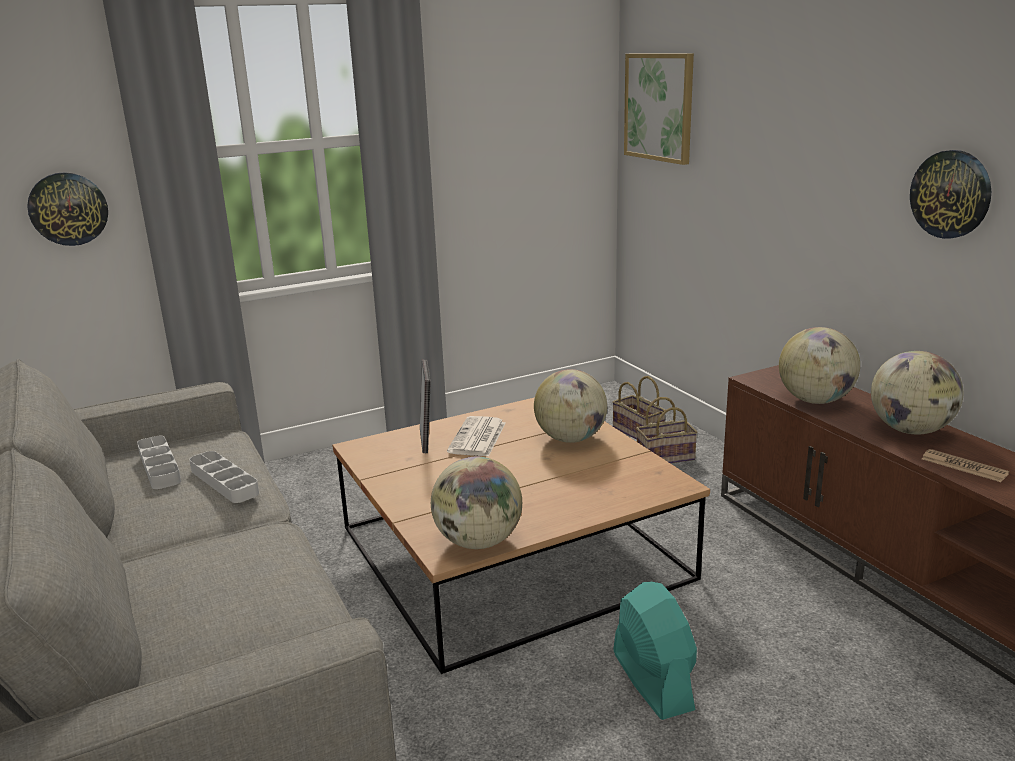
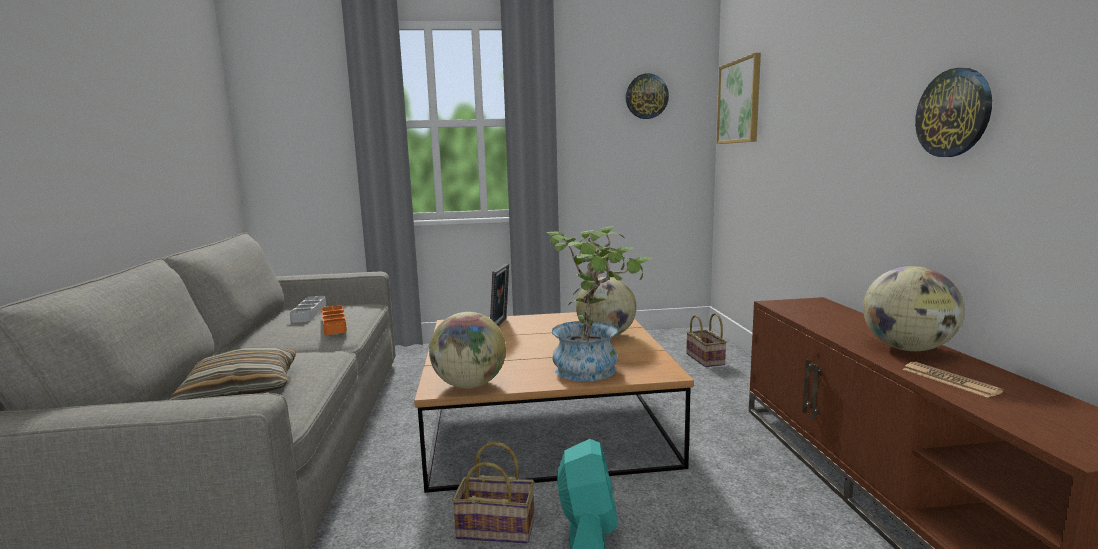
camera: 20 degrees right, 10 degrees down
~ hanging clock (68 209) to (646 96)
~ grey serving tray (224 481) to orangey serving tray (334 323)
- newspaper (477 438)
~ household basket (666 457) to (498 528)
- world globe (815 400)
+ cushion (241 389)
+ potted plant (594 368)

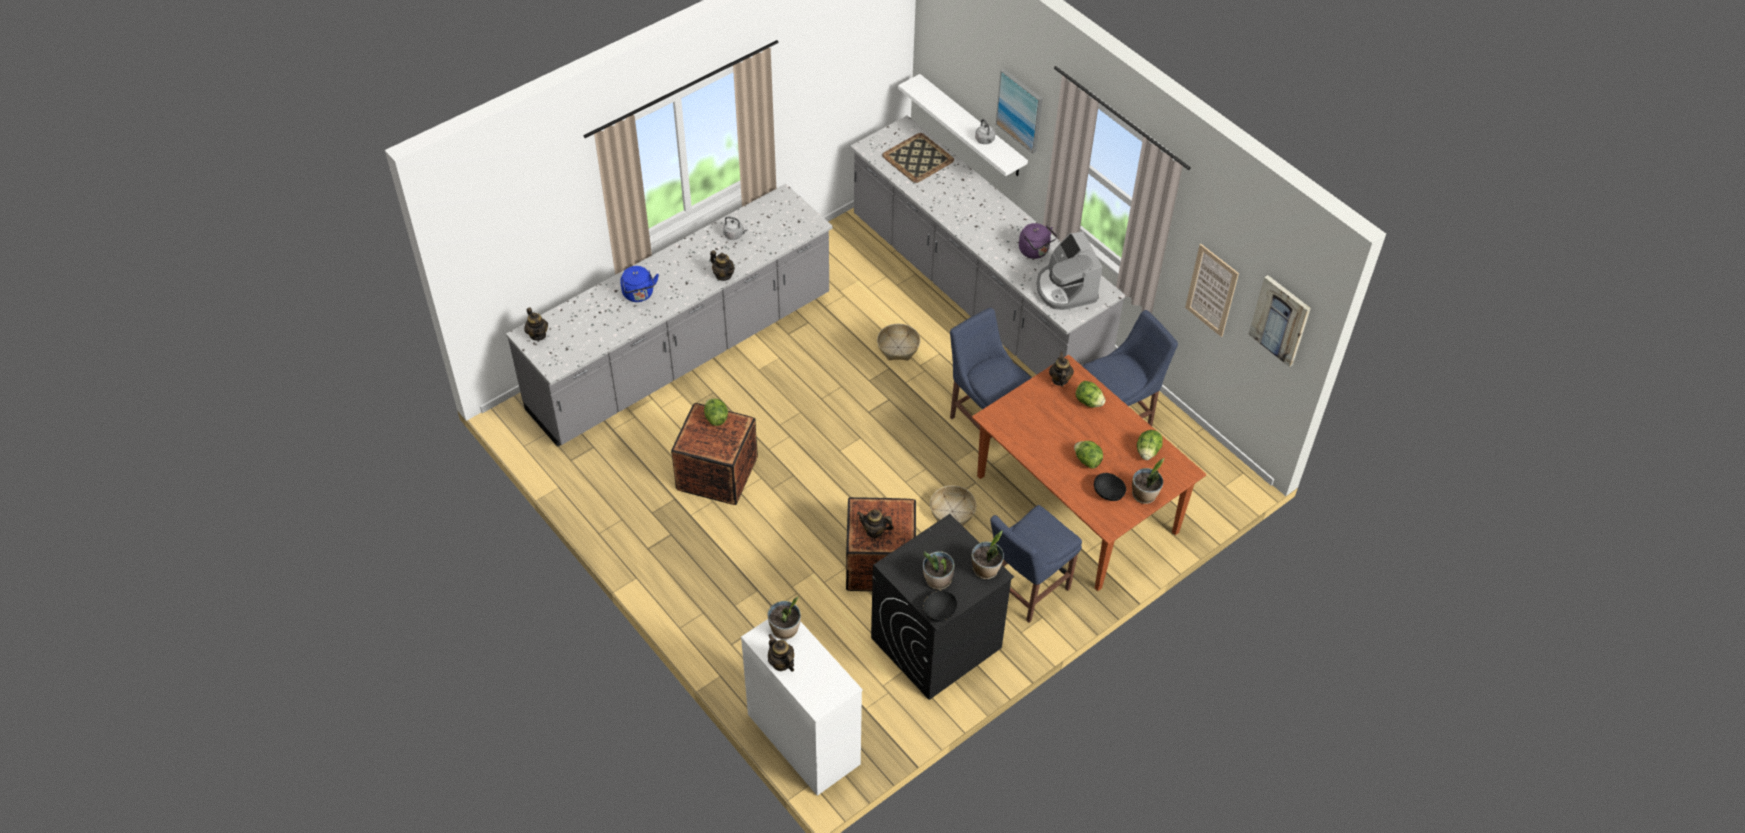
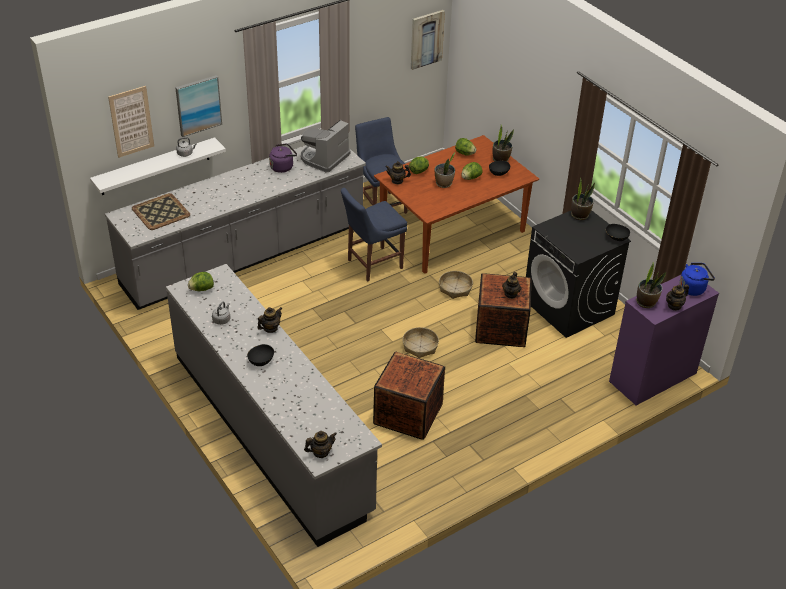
camera: 85 degrees left, 10 degrees down
~ blue-coloured water kettle (639 295) to (693 288)
~ lettuce head (715 418) to (201 289)
~ white chest of drawers (803 739) to purplish chest of drawers (652 377)
~ household basket (898 347) to (420 346)
~ potted plant (937 580) to (444 184)
- blue-coloured upright chair (1026 590)
~ coffee maker (1065 289) = (324 158) 135 degrees clockwise
~ picture (1211 290) to (131 121)
+ blackish serving bowl (261 361)

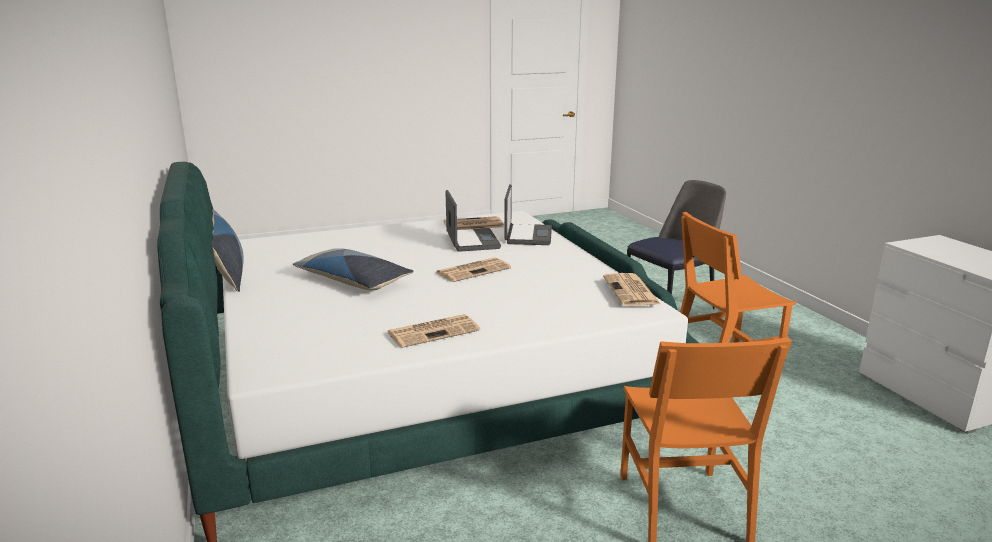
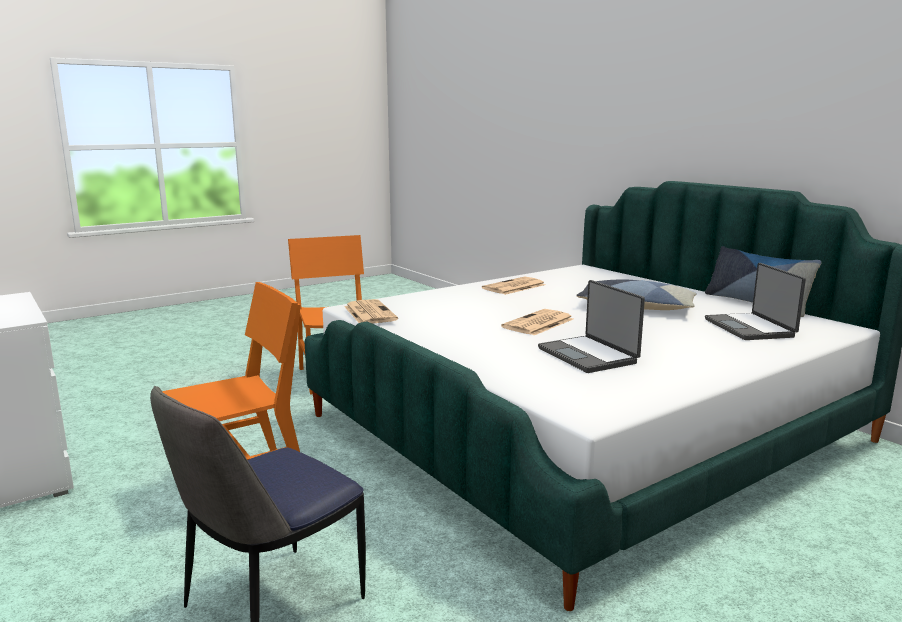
camera: 165 degrees right, 5 degrees down
- newspaper (472 225)
~ laptop (527 236) to (750 328)

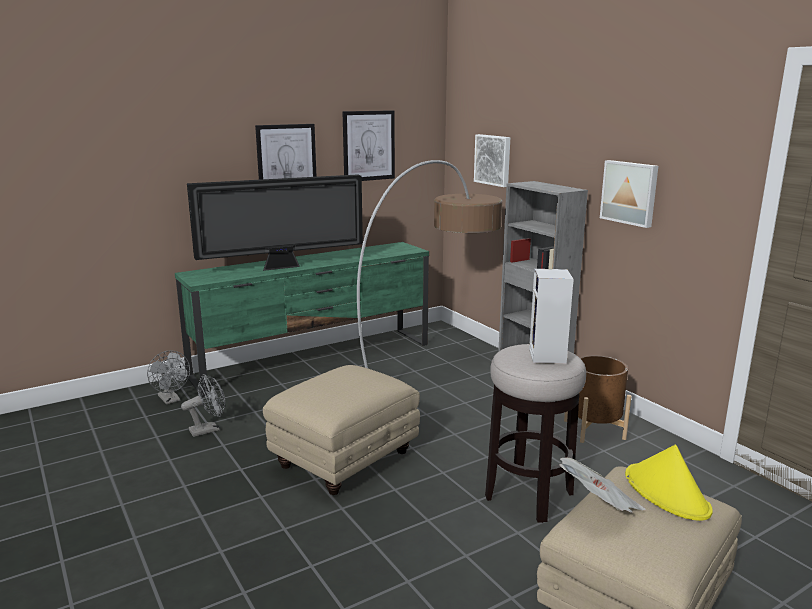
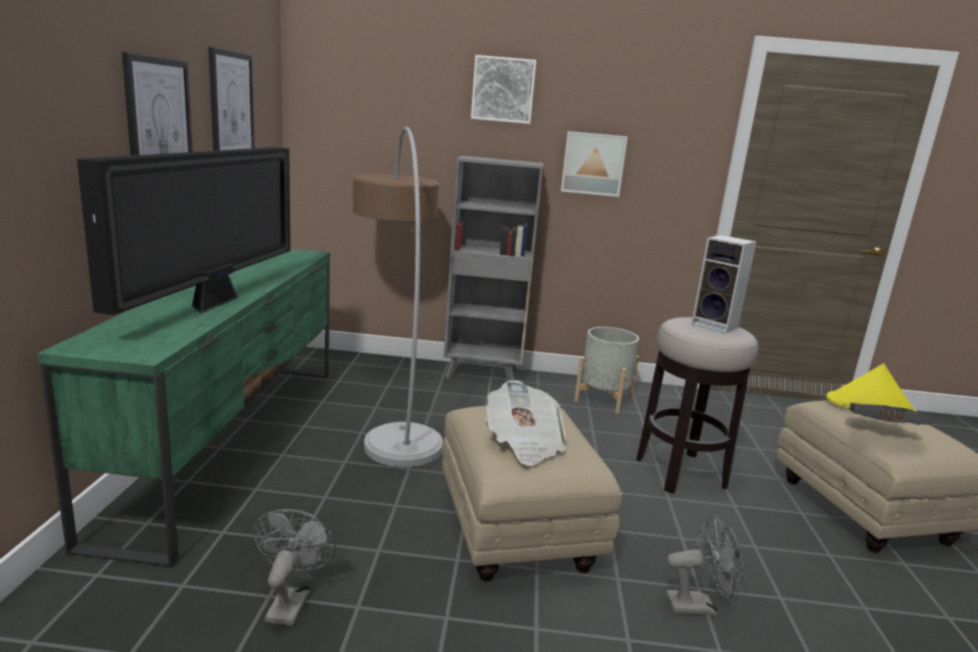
camera: 55 degrees left, 0 degrees up
~ grey electric fan (171 400) to (698 606)
~ picture (493 160) to (503 90)
~ brown plant pot (594 429) to grey plant pot (603 399)
+ newspaper (523 443)

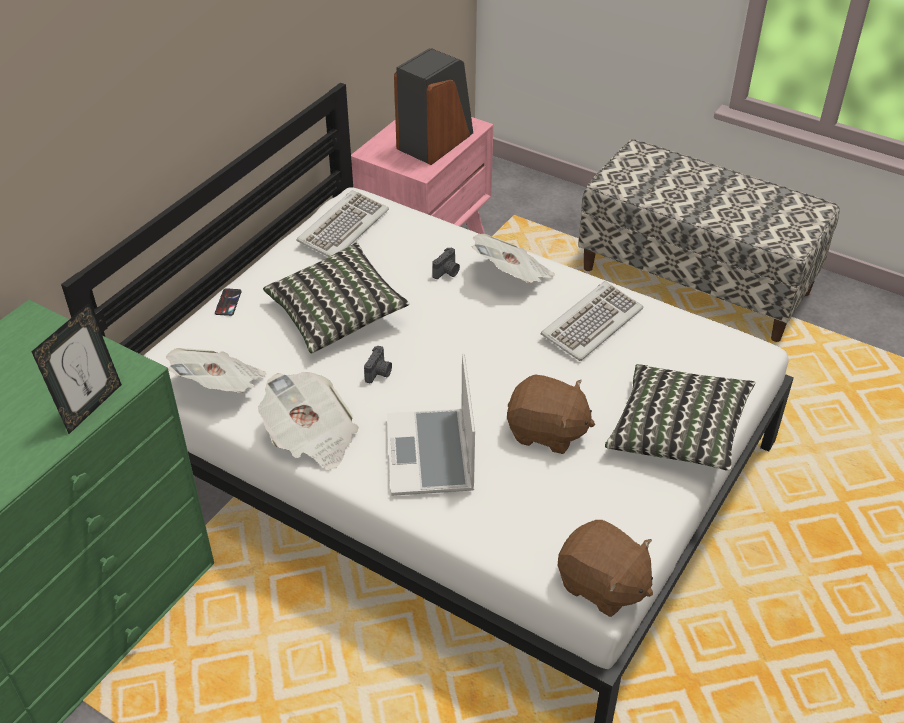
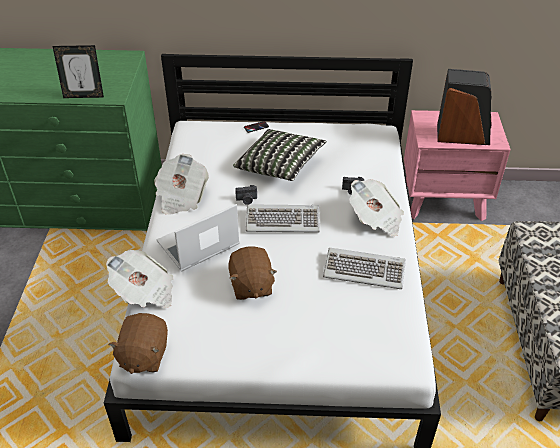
camera: 60 degrees right, 0 degrees up
~ newspaper (220 387) to (144 292)
~ keyboard (343 227) to (283 220)
- cushion (677 433)

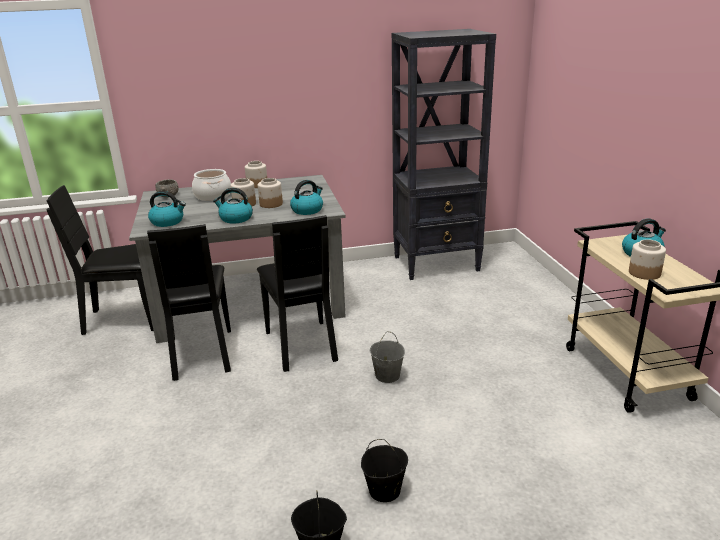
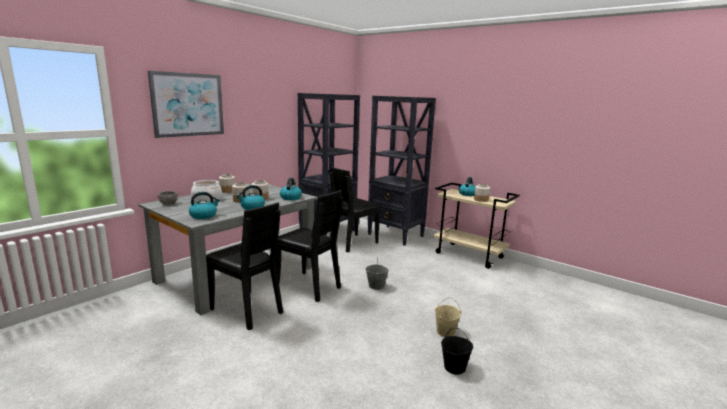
camera: 40 degrees left, 10 degrees down
~ blackish upright chair (125 319) to (353 243)
~ blackish bucket (384 491) to beige-coloured bucket (445 332)
+ picture (188 105)
+ blackish bookcase (396 235)

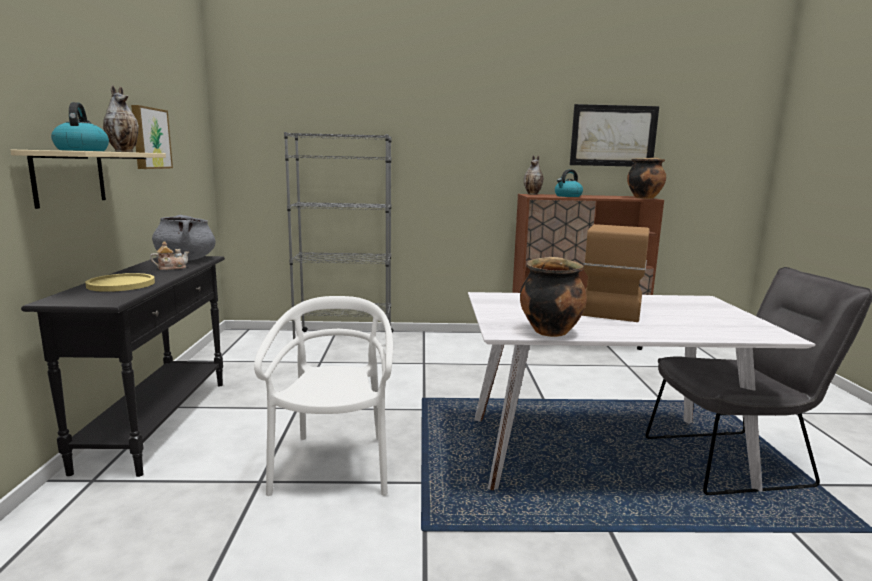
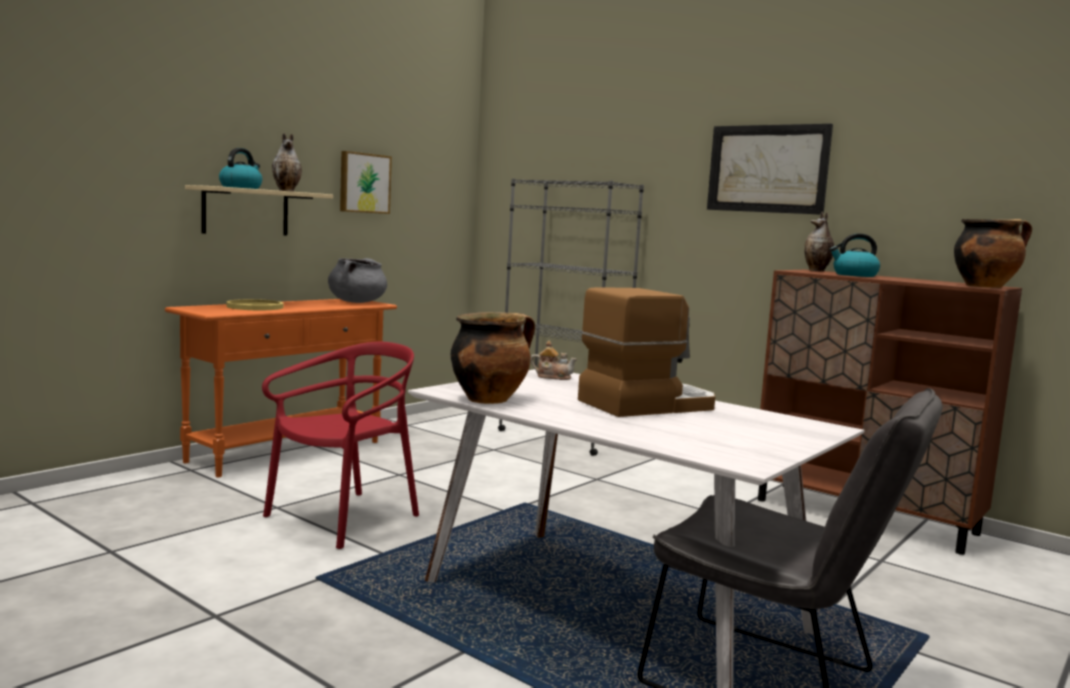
camera: 40 degrees right, 5 degrees down
~ blackish hall table (159 422) to orangey hall table (287 452)
~ pot for tea (171 268) to (553 377)
~ white upright chair (334 466) to red upright chair (344 518)
~ picture (613 136) to (767 169)

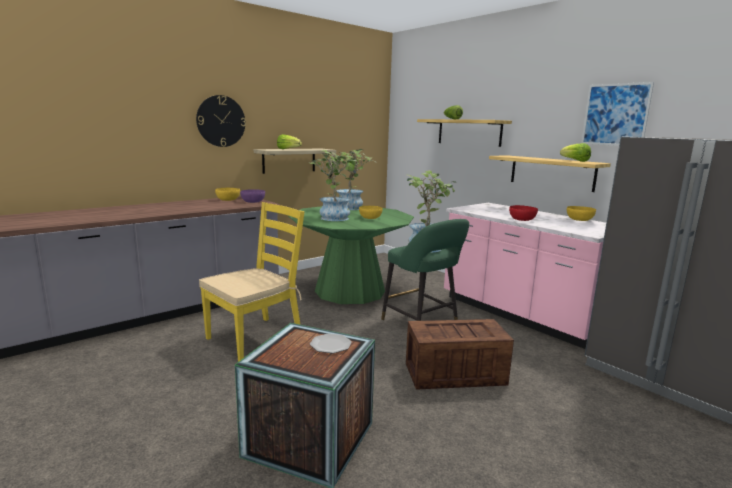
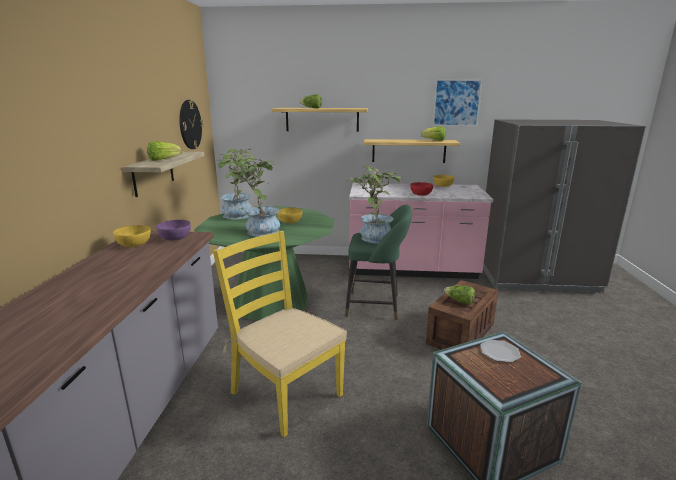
camera: 45 degrees left, 5 degrees up
~ hanging clock (221 121) to (190 124)
~ yellow-coloured upright chair (255 338) = (285 393) 45 degrees counterclockwise
+ lettuce head (459 301)

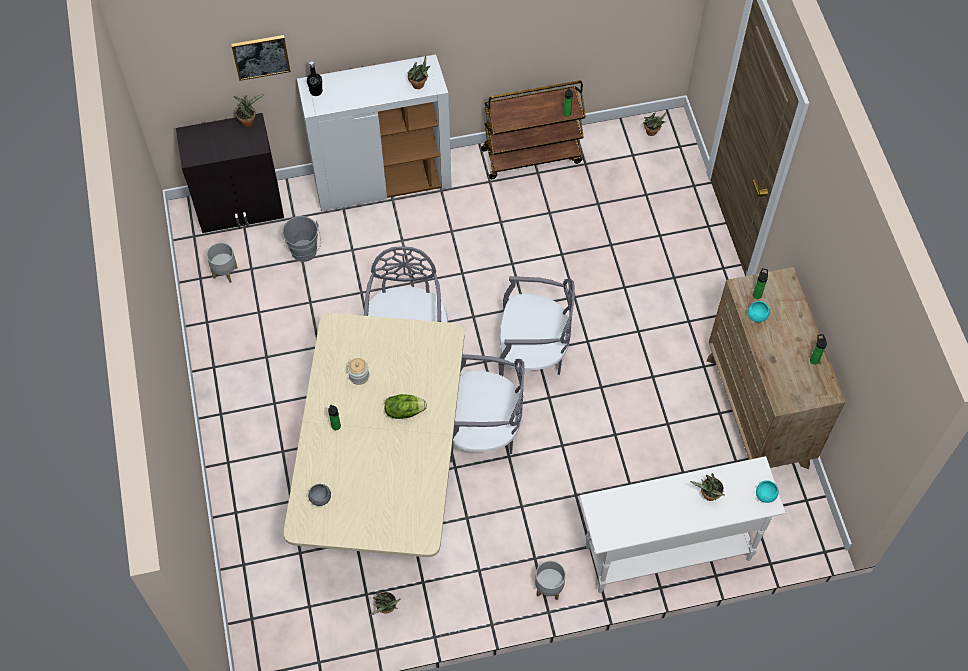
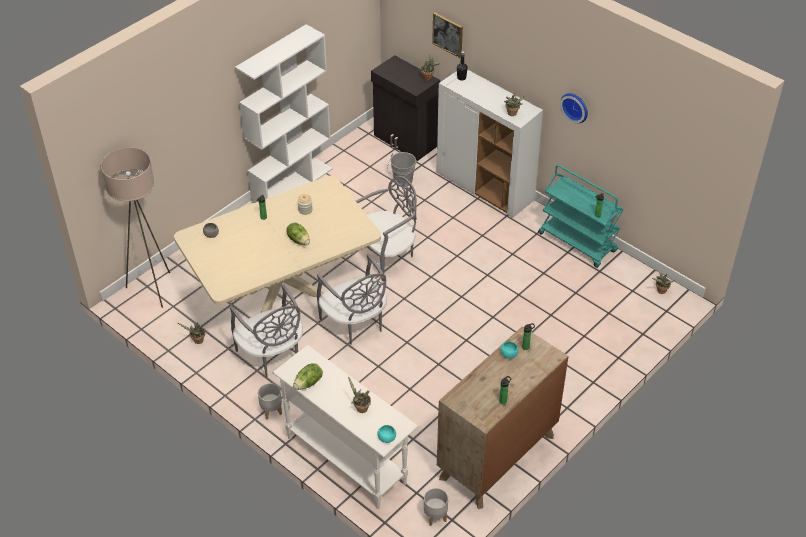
camera: 55 degrees right, 15 degrees down
~ grey plant pot (225 272) to (435 516)
~ brown wheeled cart (532 155) to blue-green wheeled cart (578 243)
~ grey upright chair (532 353) to (272 355)
+ beige-coloured floor lamp (152 289)
+ white bookcase (292 185)
+ lettuce head (308 383)
+ hanging clock (575 106)

